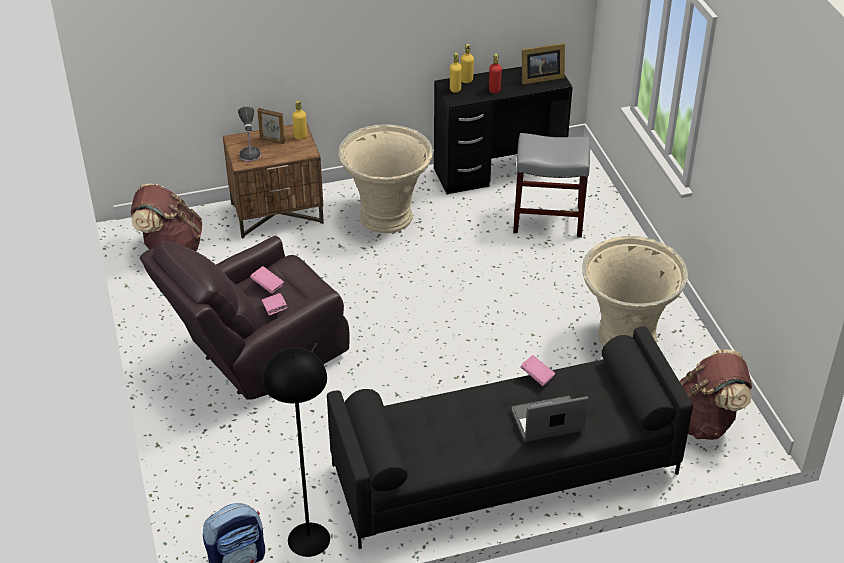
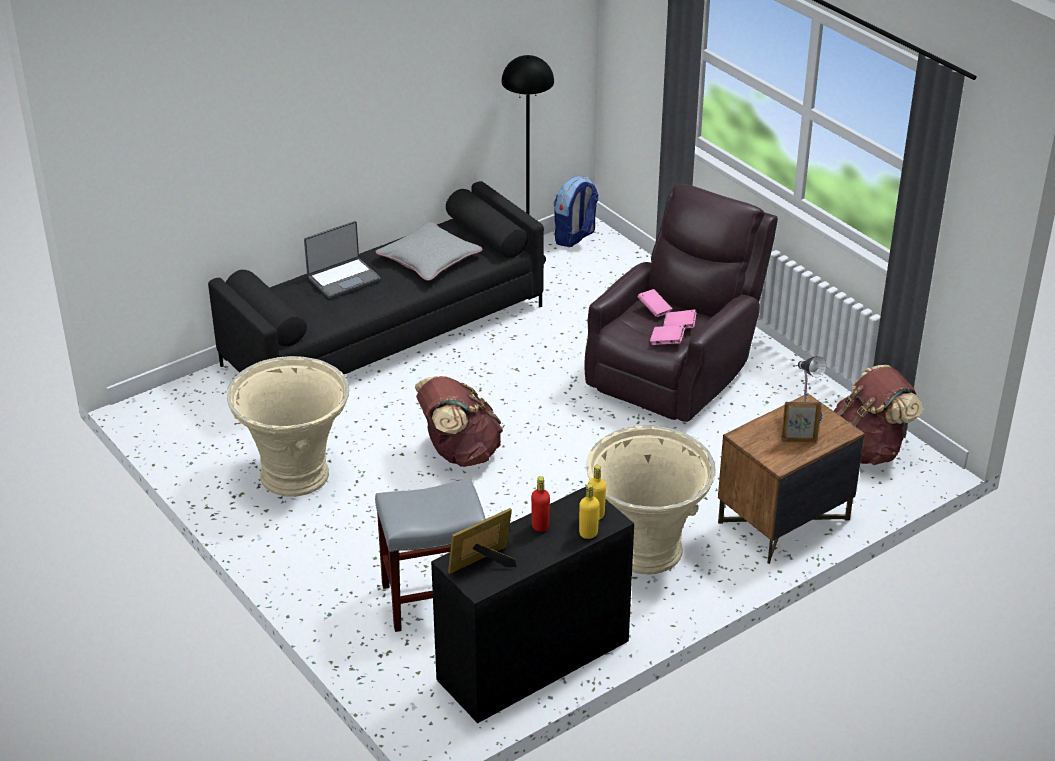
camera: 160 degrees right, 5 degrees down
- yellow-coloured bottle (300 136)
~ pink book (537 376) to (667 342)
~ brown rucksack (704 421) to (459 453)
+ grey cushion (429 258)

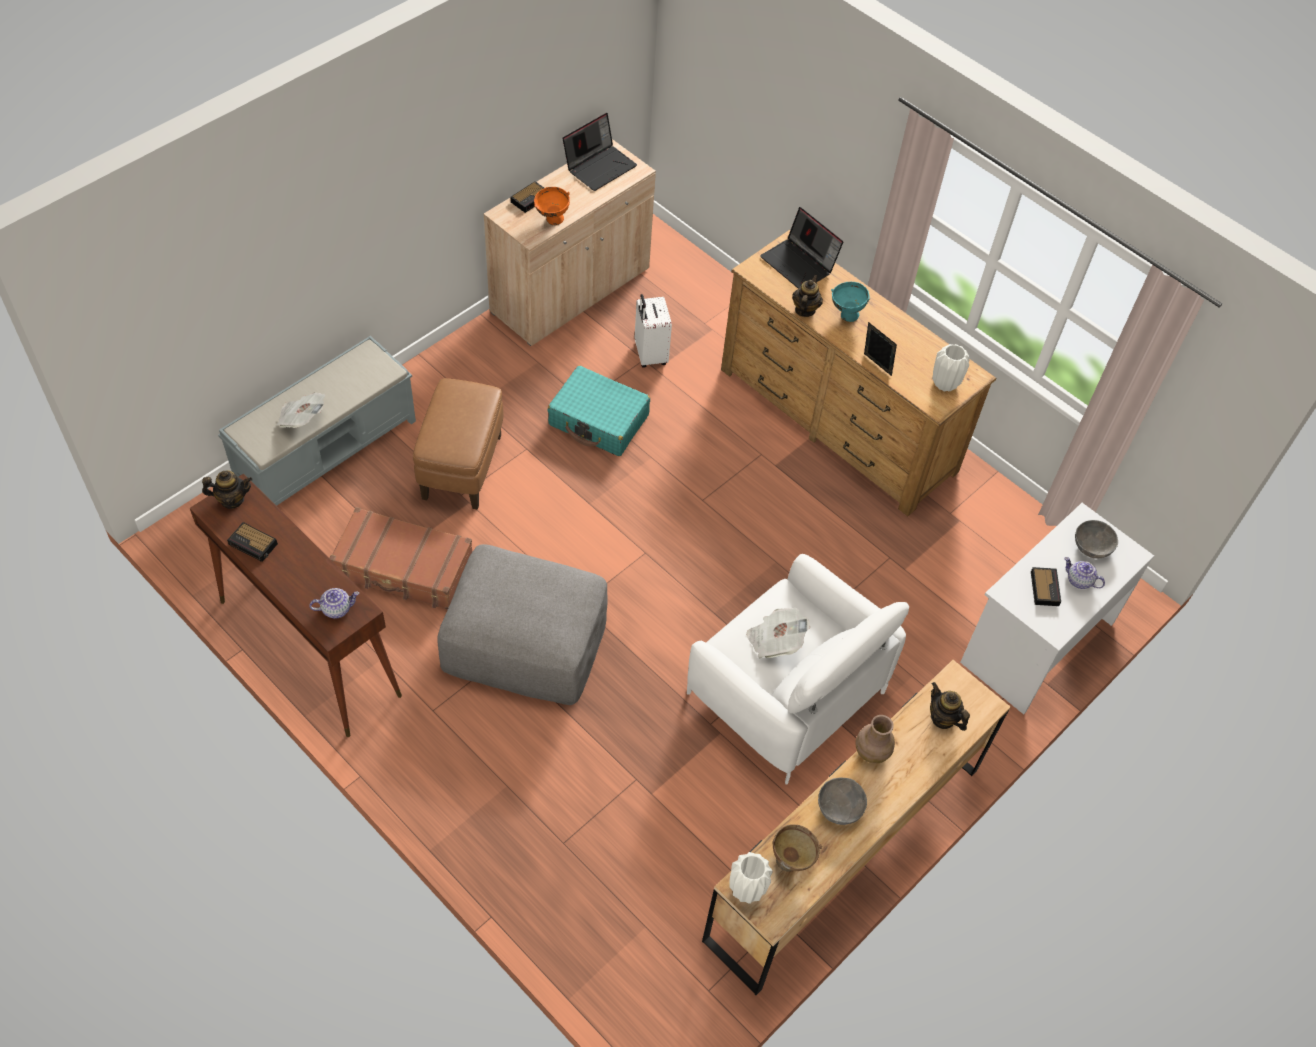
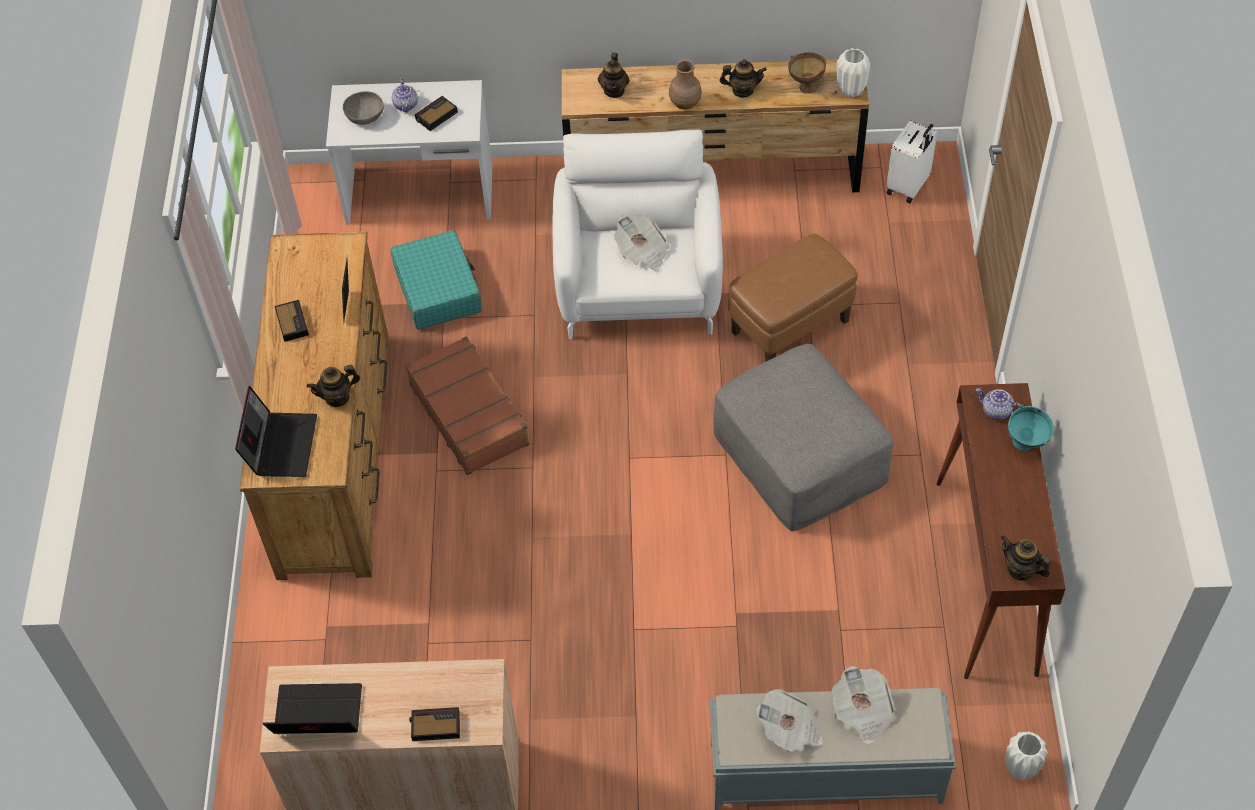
camera: 130 degrees left, 0 degrees up
~ table clock (254 544) to (292 322)
~ brown piece of luggage (403 568) to (469 413)
~ brown footrest (462 467) to (789 327)
- orangey serving bowl (551 220)
~ blue-green piece of luggage (599 420) to (438 289)
~ white piece of luggage (649 355) to (908 186)
~ grey serving bowl (839 808) to pot for tea (742 90)
~ blue-green serving bowl (845 314) to (1026 445)
~ white decorative vase (945 384) to (1021 768)
+ newspaper (790 730)

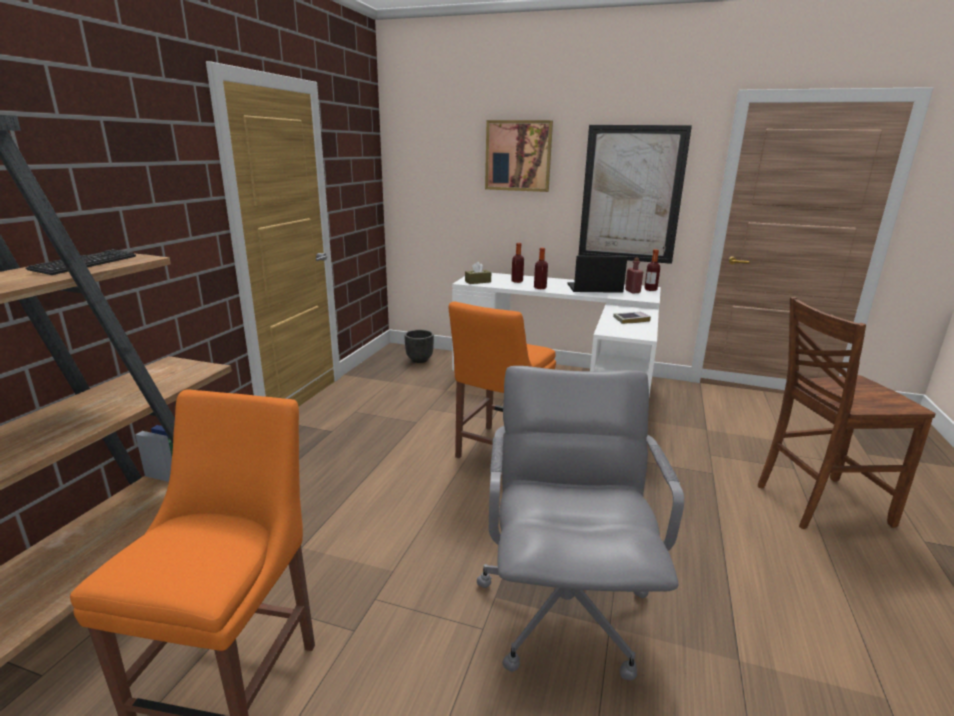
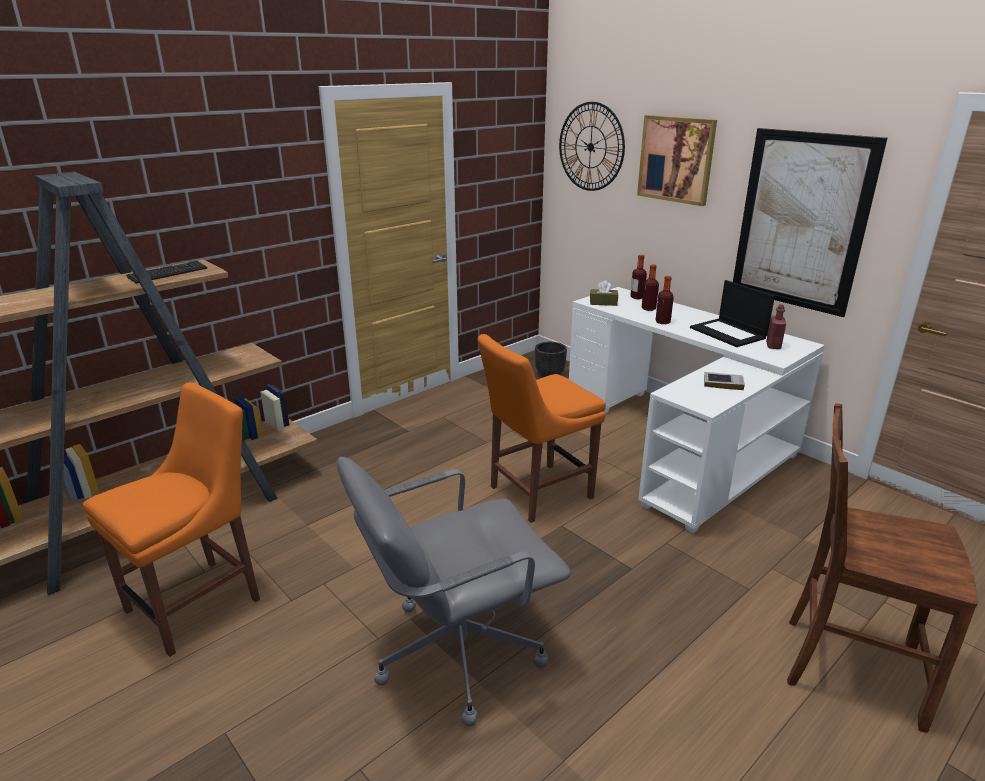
camera: 30 degrees right, 5 degrees up
~ grey desk chair (565 608) = (456 652) 150 degrees counterclockwise
~ laptop (594 288) = (729 333) 150 degrees counterclockwise
~ bottle (650 289) to (637 297)
+ hanging clock (591 147)

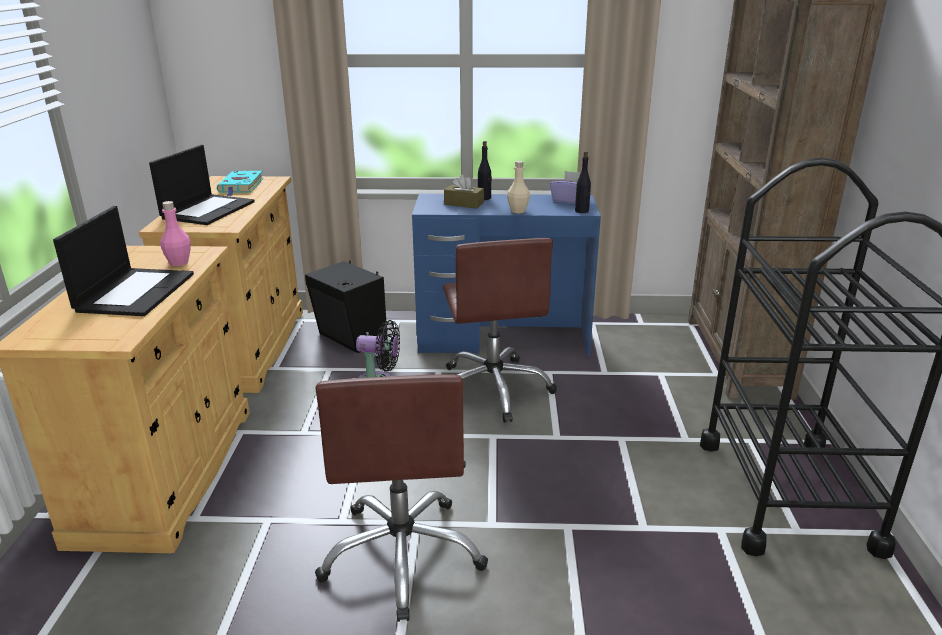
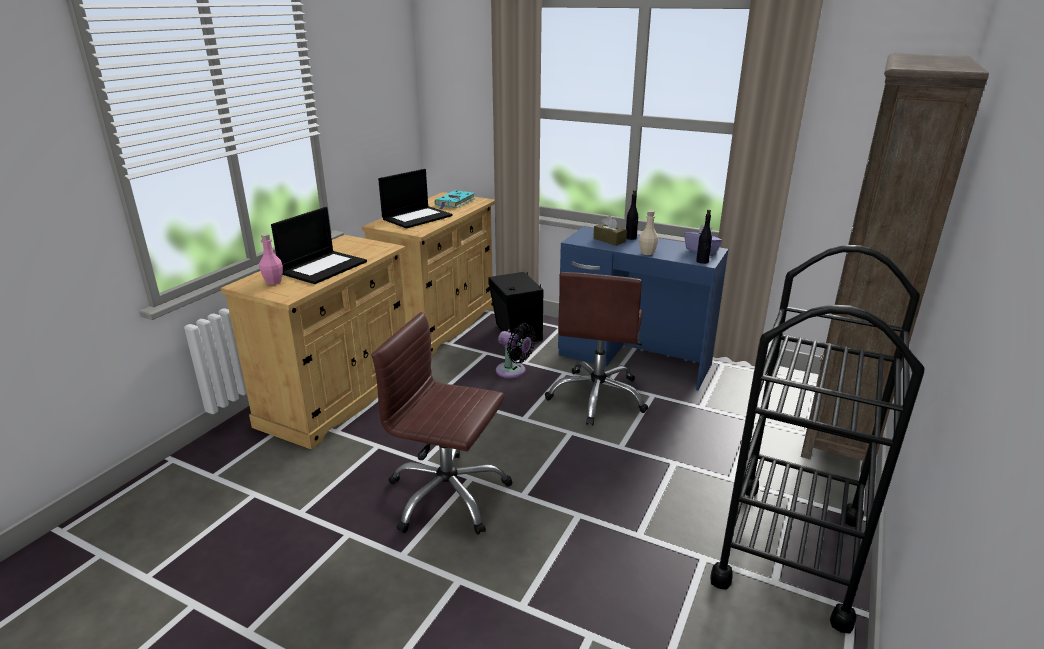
camera: 25 degrees right, 0 degrees up
~ pink bottle (179 262) to (273 282)
~ brown desk chair (403 554) = (447 496) 90 degrees clockwise

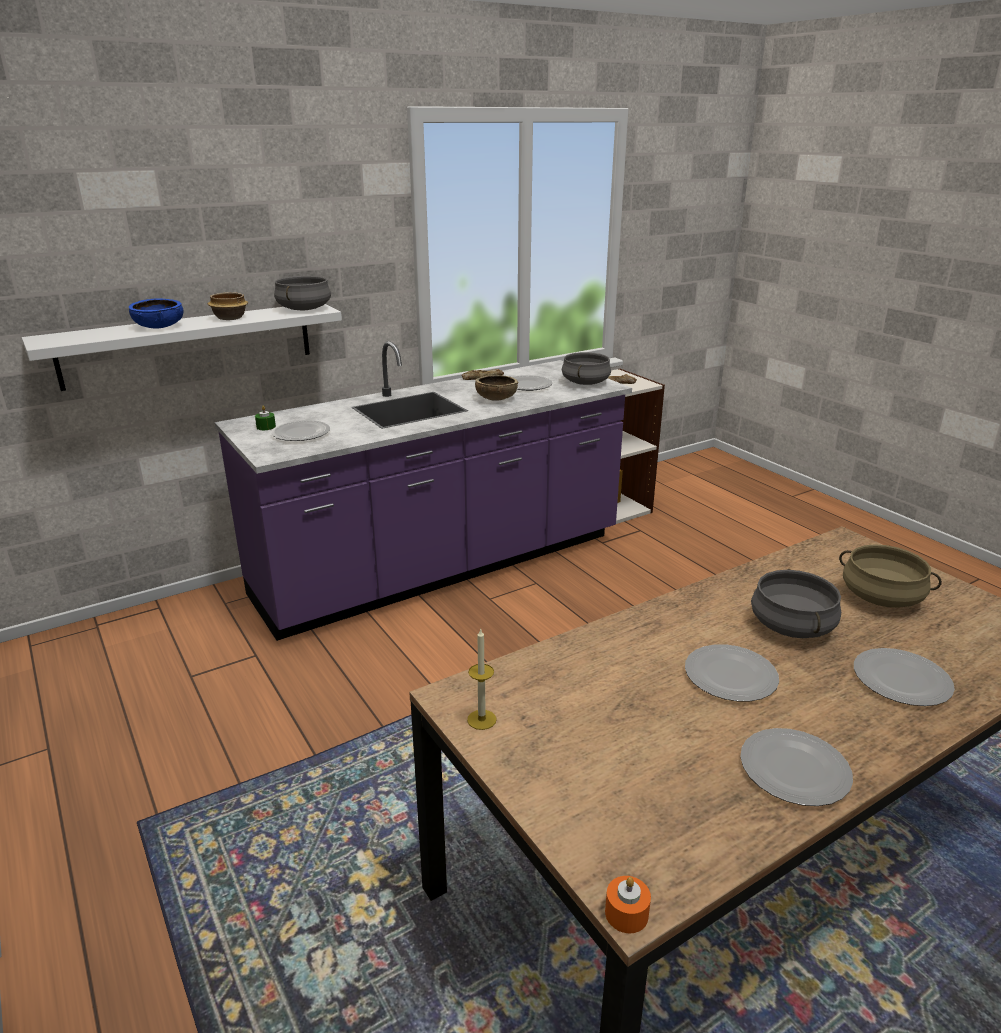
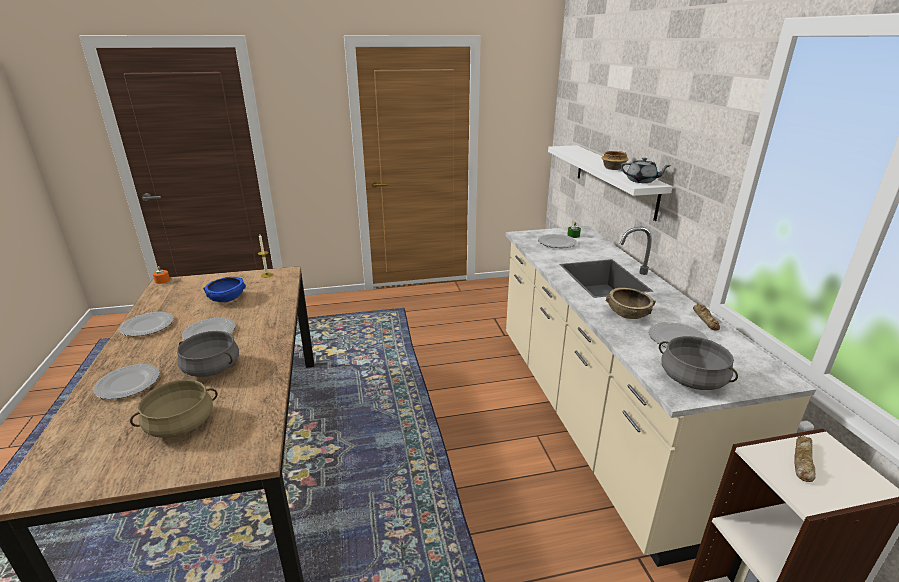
camera: 110 degrees right, 0 degrees up
~ blue-coloured serving bowl (159 327) to (227 299)
~ purplish kitchen counter (442 567) to beige-coloured kitchen counter (594 420)
~ grey saucepot (303 309) to grey pot for tea (641 181)

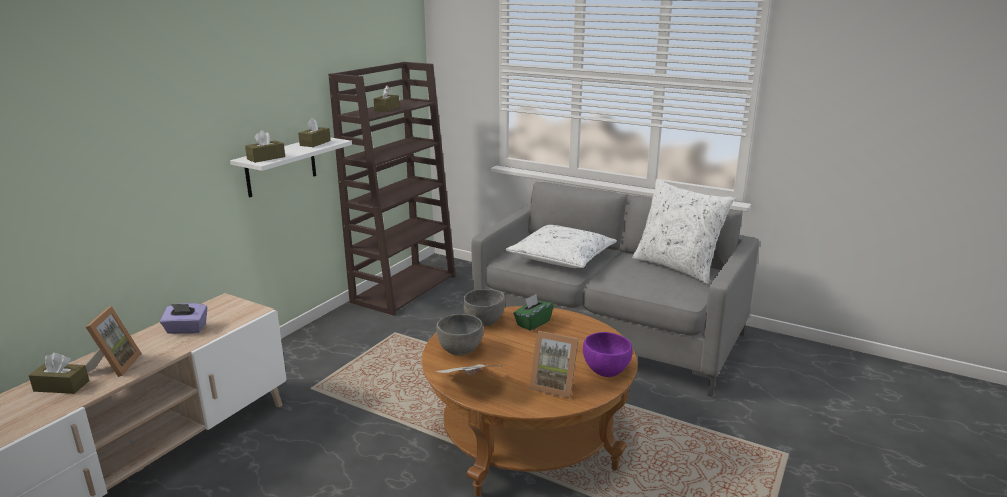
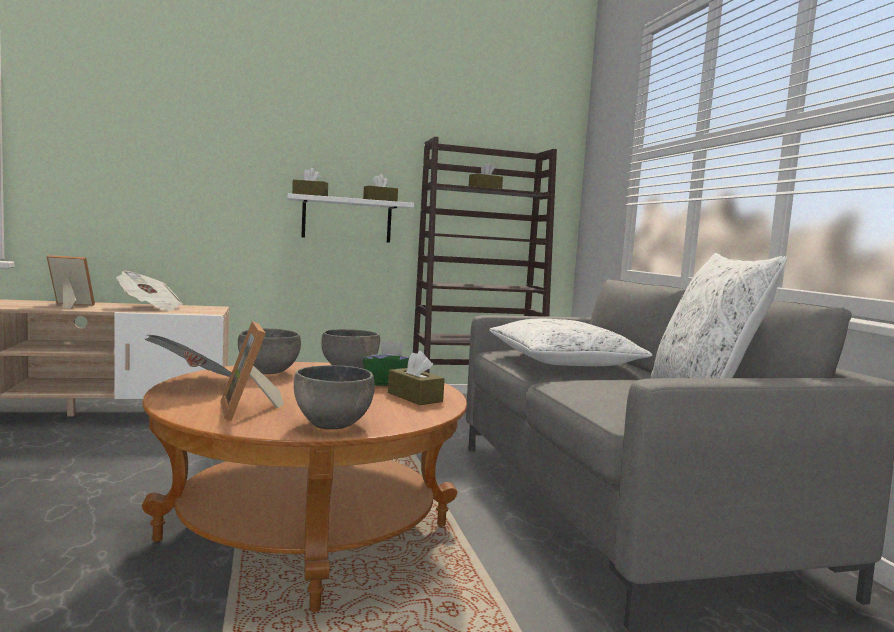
camera: 45 degrees right, 15 degrees down
~ brown tissue box (61 386) to (414 397)
~ standing frame (114 366) = (68 305) 135 degrees counterclockwise
~ purplish tissue box (186 329) to newspaper (150 307)
~ purplish serving bowl (606 371) to grey serving bowl (332 425)

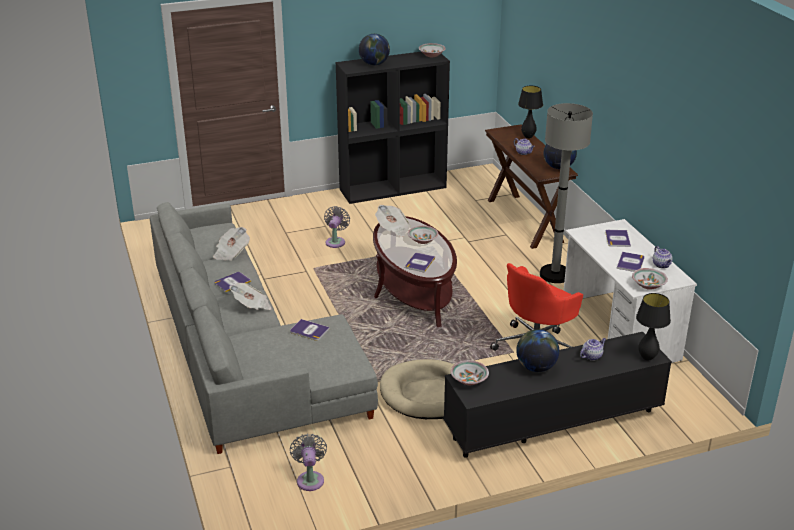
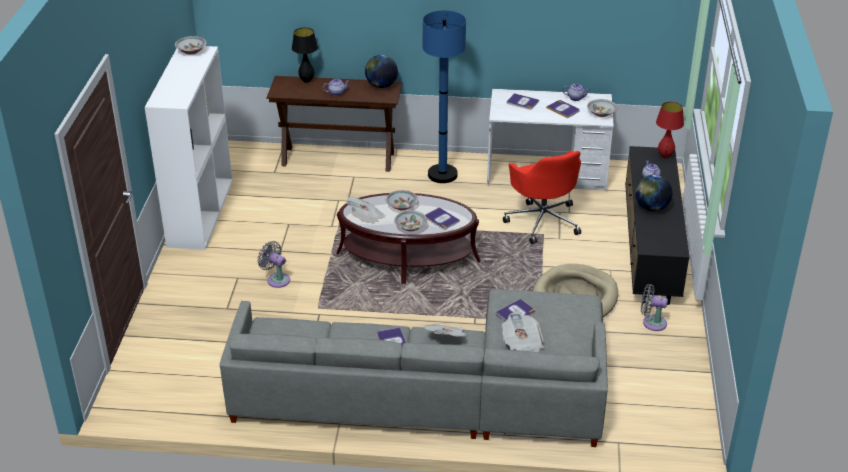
camera: 65 degrees left, 5 degrees up
~ newspaper (231 253) to (522 345)
~ grey electric fan (310 479) to (652 322)
~ blackish bookcase (393 188) to white bookcase (200 212)
- world globe (374 64)
~ serving bowl (468 380) to (410 227)
~ grey floor lamp (555 275) to blue-coloured floor lamp (442 174)
~ blackish table lamp (647 357) to red table lamp (665 156)

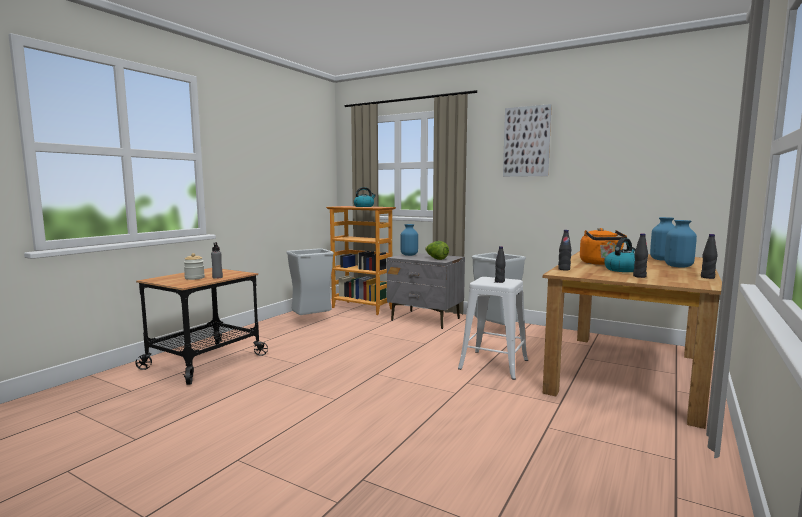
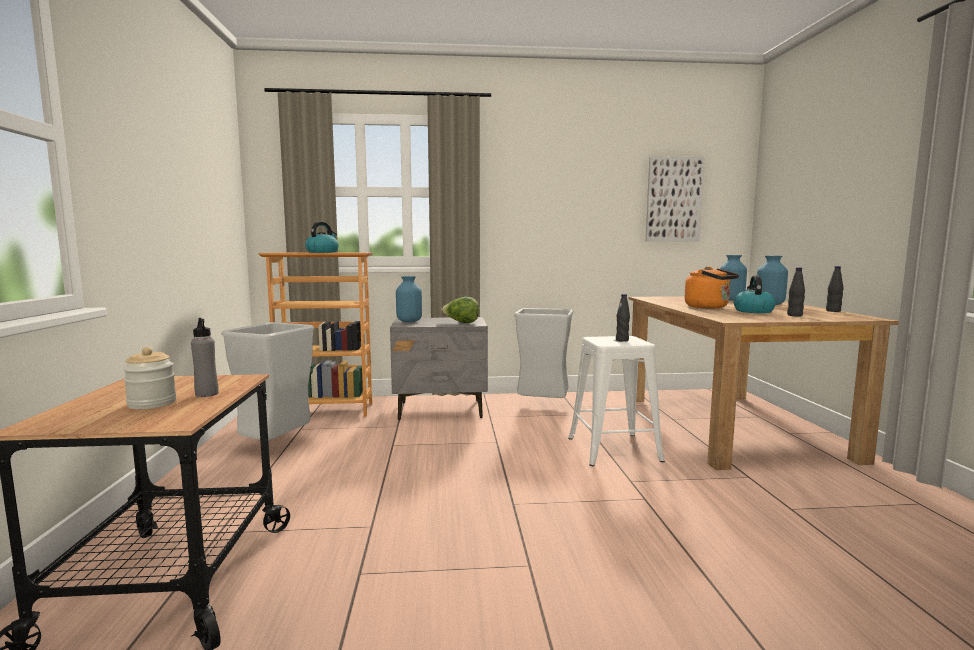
camera: 35 degrees left, 0 degrees up
~ picture (526 141) to (674 199)
- blackish bottle (564 269)

